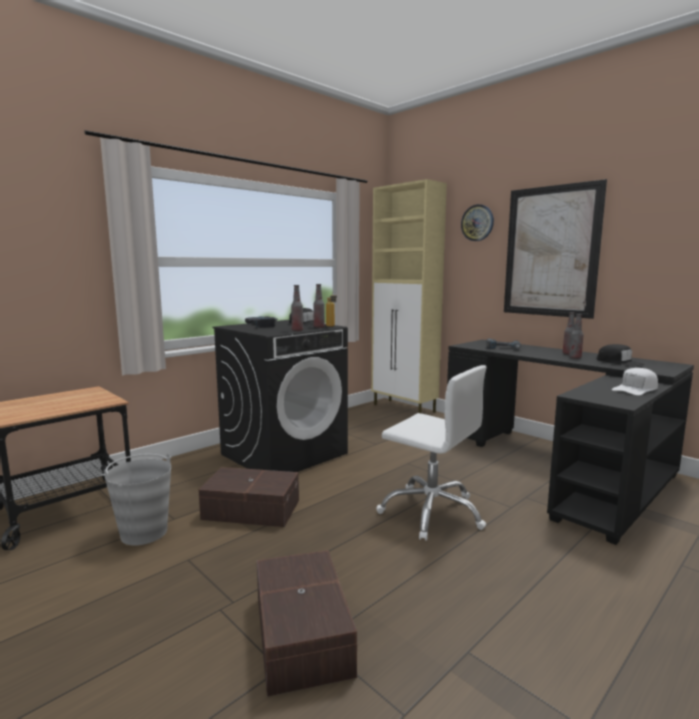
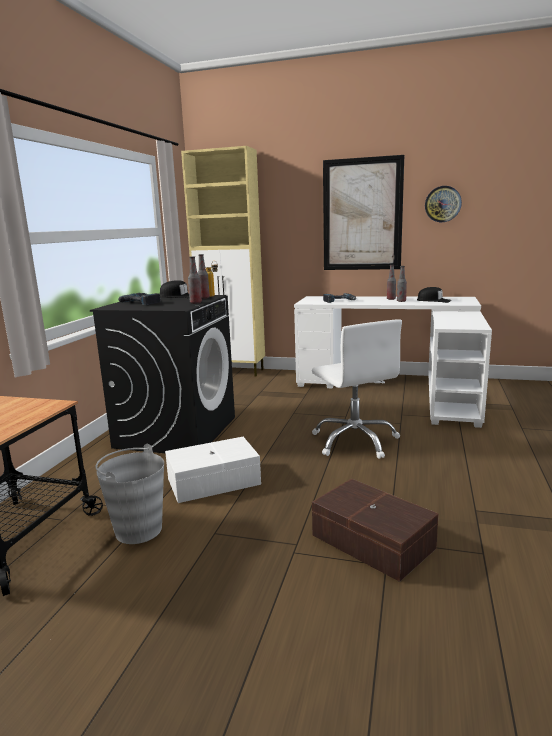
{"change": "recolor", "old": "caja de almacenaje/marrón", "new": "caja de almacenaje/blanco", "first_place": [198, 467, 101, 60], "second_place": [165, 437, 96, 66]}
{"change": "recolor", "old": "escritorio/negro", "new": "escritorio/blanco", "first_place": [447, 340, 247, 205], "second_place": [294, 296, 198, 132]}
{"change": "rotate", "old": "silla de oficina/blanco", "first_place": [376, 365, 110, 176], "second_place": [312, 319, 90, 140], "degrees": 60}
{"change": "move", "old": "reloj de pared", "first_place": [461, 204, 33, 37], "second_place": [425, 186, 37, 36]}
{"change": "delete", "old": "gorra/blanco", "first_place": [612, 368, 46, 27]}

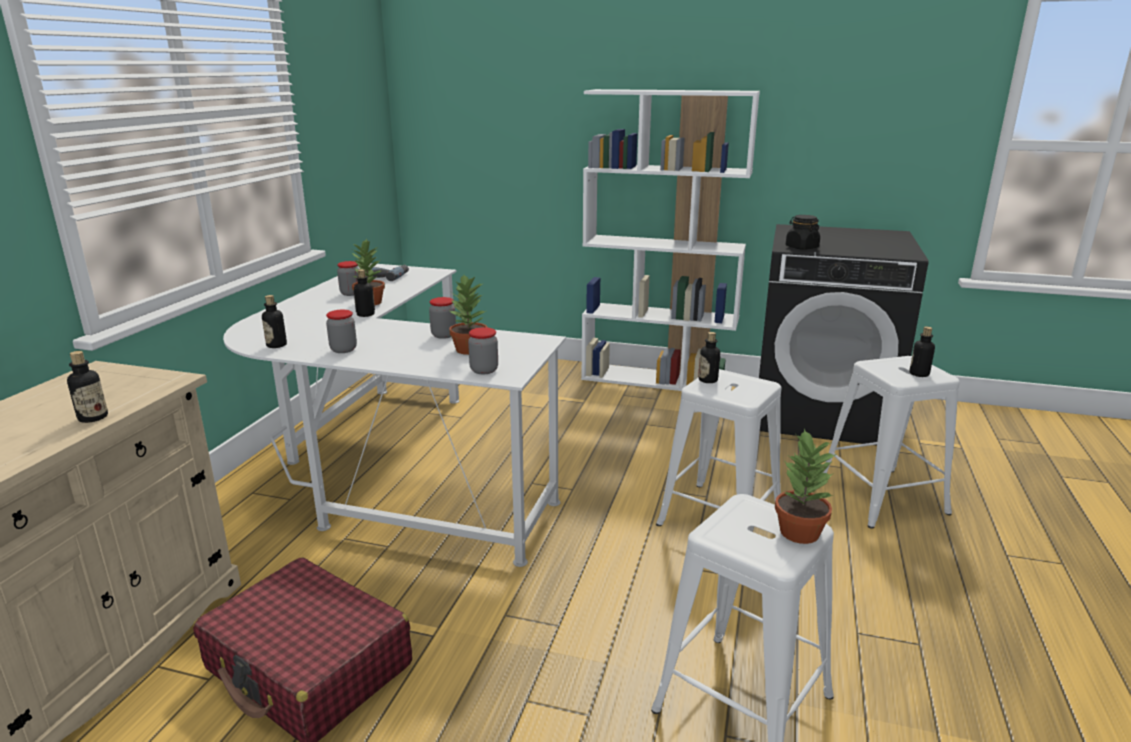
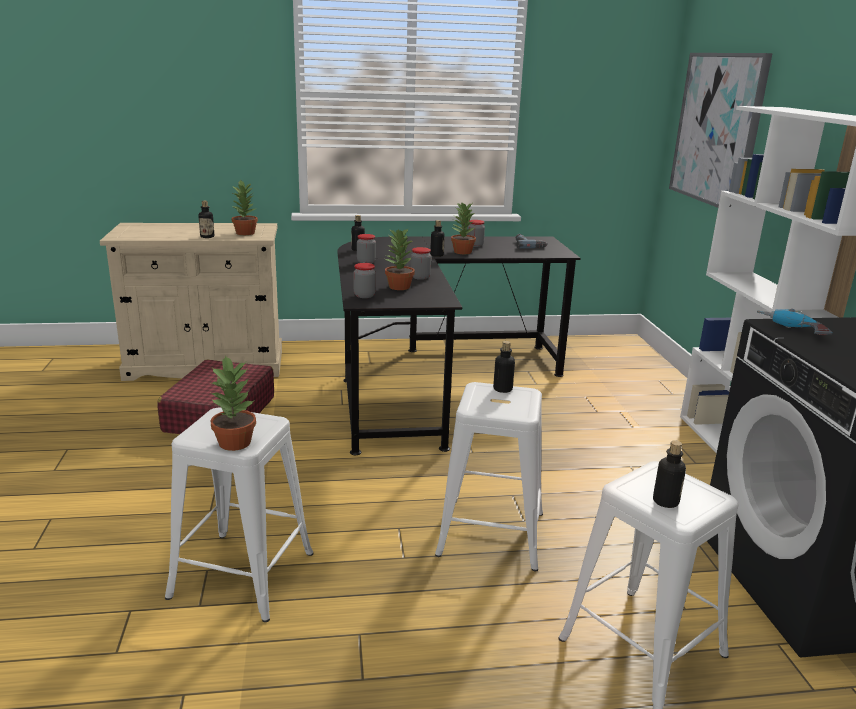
{"change": "insert", "new": "planta en maceta", "second_place": [232, 179, 26, 56]}
{"change": "recolor", "old": "escritorio/blanco", "new": "escritorio/negro", "first_place": [223, 263, 343, 304], "second_place": [337, 236, 244, 219]}
{"change": "insert", "new": "cuadro", "second_place": [669, 53, 103, 155]}
{"change": "replace", "old": "tarro/negro", "new": "taladro", "first_place": [786, 215, 34, 35], "second_place": [757, 309, 75, 26]}

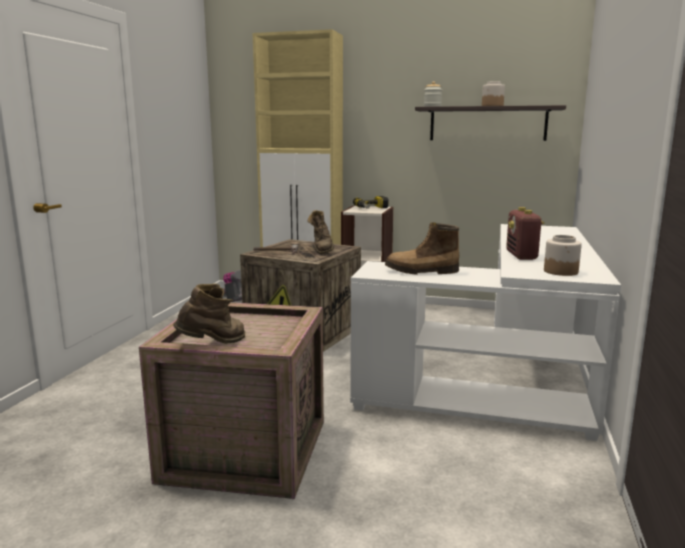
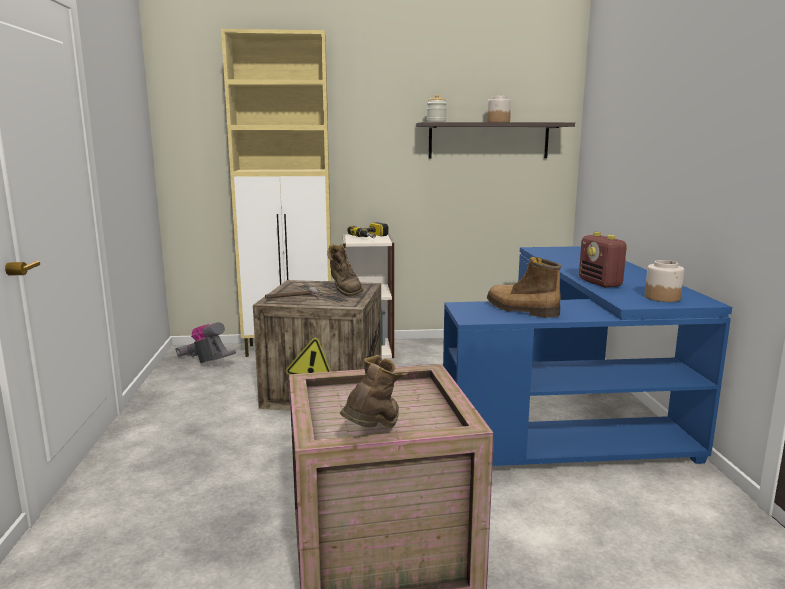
{"change": "recolor", "old": "escritorio/blanco", "new": "escritorio/azul", "first_place": [350, 224, 271, 217], "second_place": [443, 246, 289, 220]}
{"change": "rotate", "old": "bota", "first_place": [385, 223, 74, 52], "second_place": [487, 257, 74, 61], "degrees": 60}

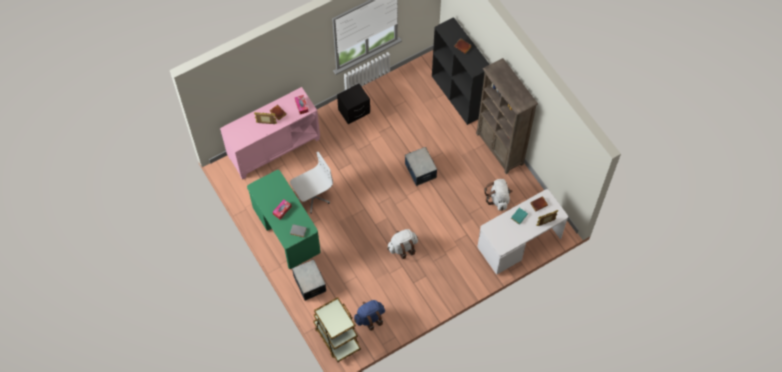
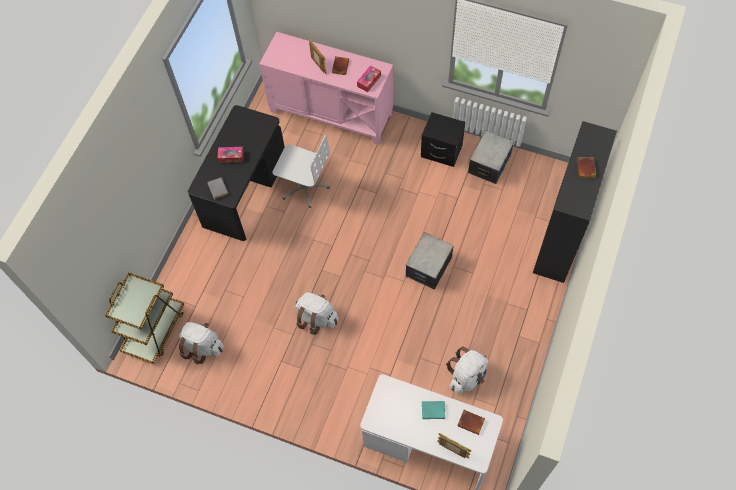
{"change": "recolor", "old": "mochila/azul", "new": "mochila/blanco", "first_place": [354, 300, 31, 31], "second_place": [179, 322, 45, 42]}
{"change": "recolor", "old": "escritorio/verde", "new": "escritorio/negro", "first_place": [247, 170, 74, 99], "second_place": [188, 105, 97, 136]}
{"change": "move", "old": "caja de almacenaje", "first_place": [292, 259, 34, 42], "second_place": [468, 130, 46, 54]}
{"change": "delete", "old": "estantería/marrón", "first_place": [476, 58, 62, 116]}

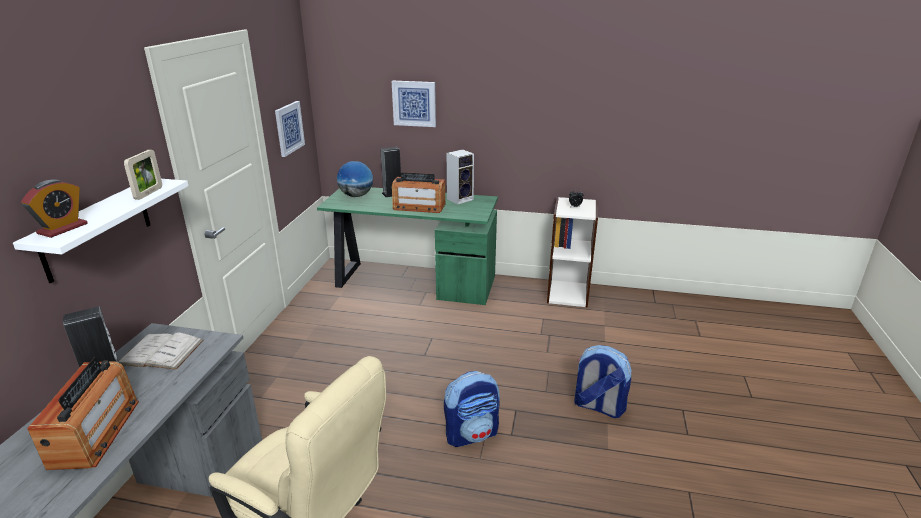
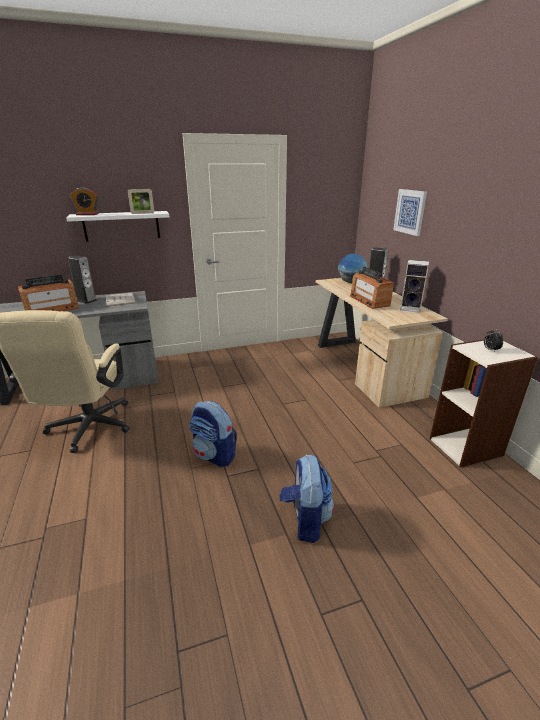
{"change": "recolor", "old": "escritorio/verde", "new": "escritorio/beis", "first_place": [317, 187, 181, 118], "second_place": [316, 278, 132, 130]}
{"change": "delete", "old": "cuadro", "first_place": [275, 101, 30, 56]}

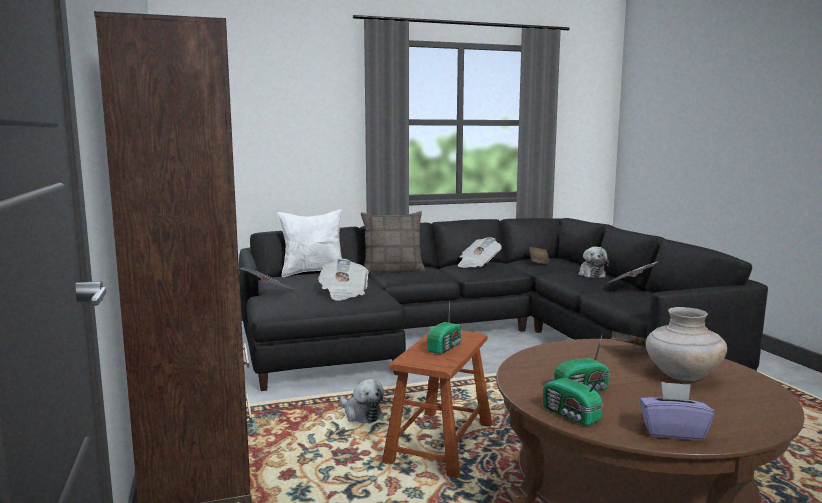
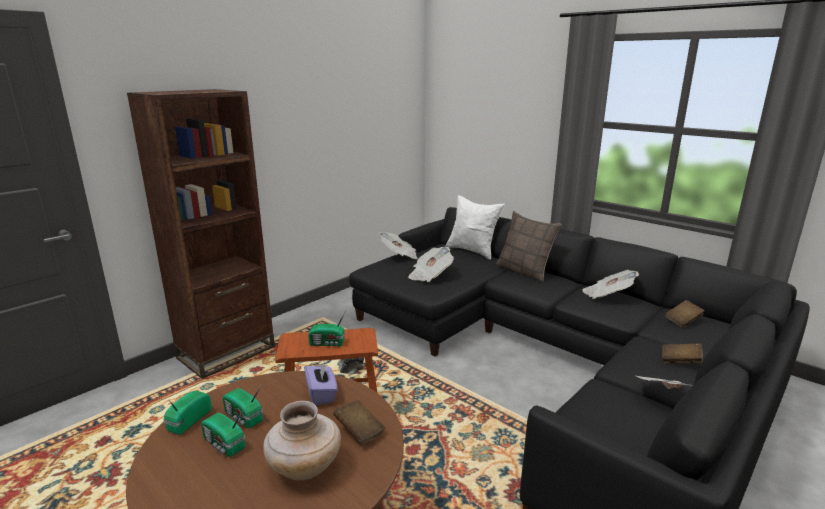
{"change": "insert", "new": "radio", "second_place": [201, 411, 44, 46]}
{"change": "move", "old": "caja de pañuelos/morado", "first_place": [639, 382, 76, 58], "second_place": [304, 361, 33, 44]}
{"change": "replace", "old": "peluche", "new": "libro/marrón", "first_place": [578, 246, 32, 32], "second_place": [662, 344, 41, 20]}

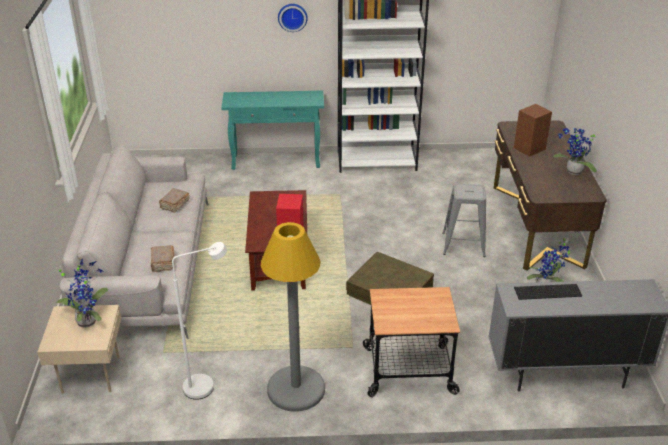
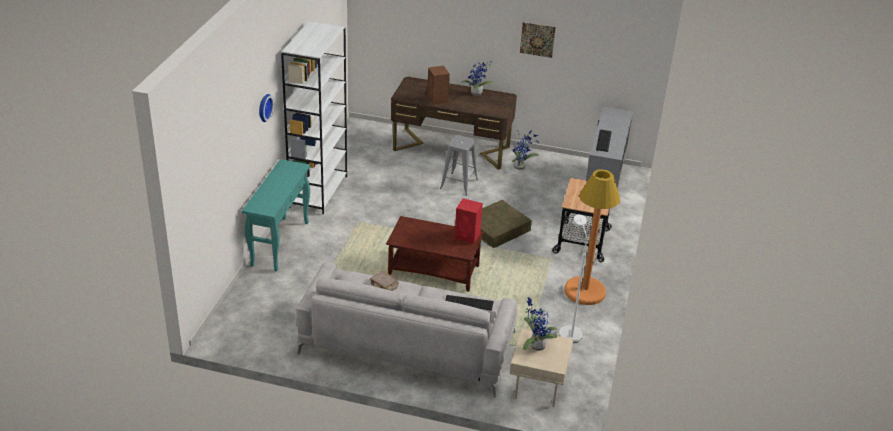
{"change": "replace", "old": "libro/marrón", "new": "teclado", "first_place": [151, 245, 23, 27], "second_place": [445, 295, 49, 15]}
{"change": "insert", "new": "cuadro", "second_place": [520, 22, 36, 36]}
{"change": "recolor", "old": "lámpara de pie/gris", "new": "lámpara de pie/naranja", "first_place": [260, 222, 65, 190], "second_place": [564, 169, 56, 136]}

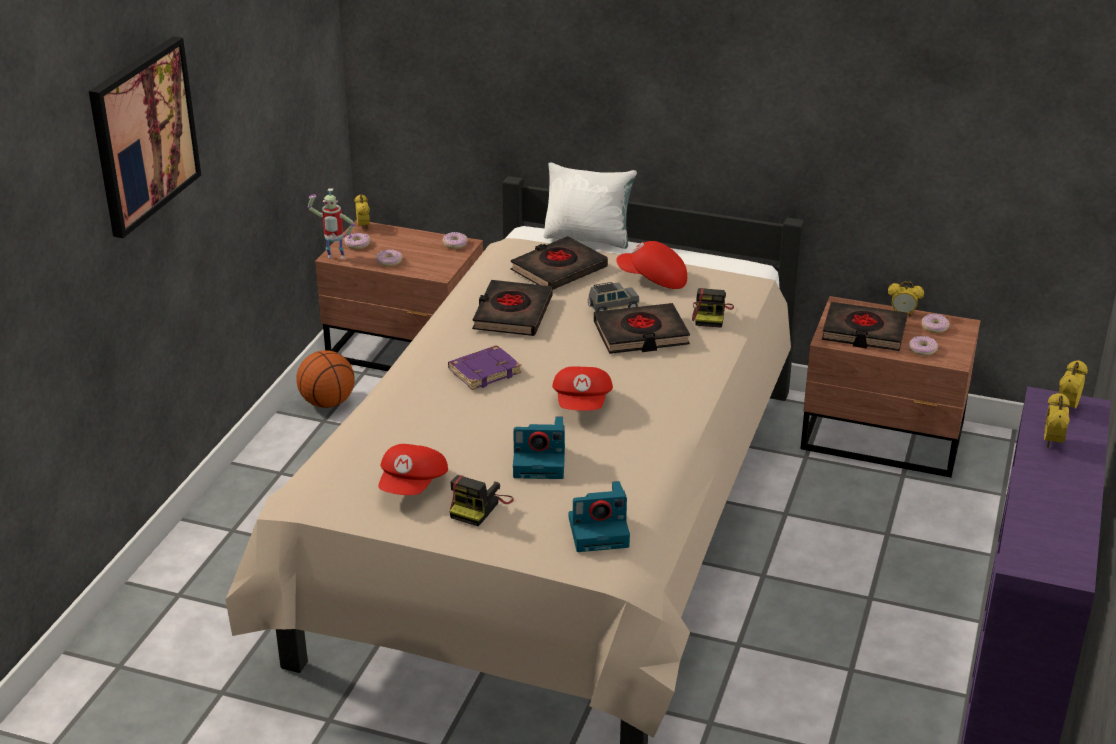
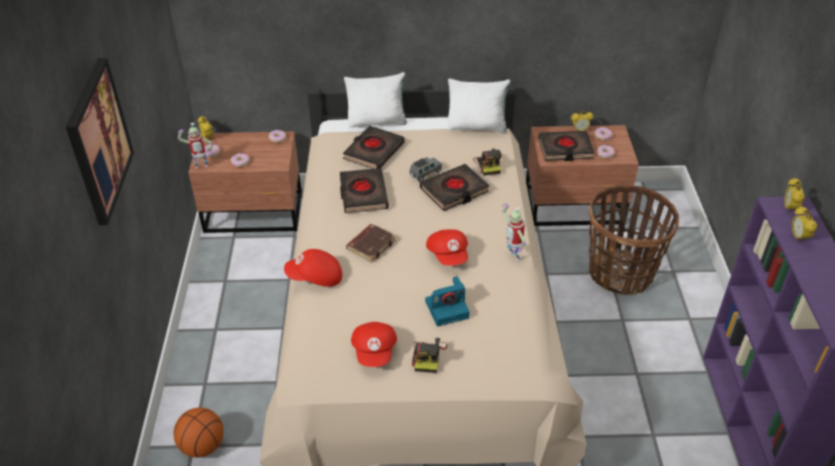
{"change": "move", "old": "balón de baloncesto", "first_place": [297, 350, 58, 58], "second_place": [173, 408, 51, 50]}
{"change": "move", "old": "gorra/rojo", "first_place": [616, 241, 71, 48], "second_place": [284, 249, 58, 38]}
{"change": "recolor", "old": "libro/morado", "new": "libro/marrón", "first_place": [448, 345, 73, 45], "second_place": [346, 224, 50, 38]}
{"change": "insert", "new": "cojín/blanco", "second_place": [447, 79, 63, 54]}
{"change": "insert", "new": "robot de juguete", "second_place": [502, 204, 24, 57]}
{"change": "insert", "new": "cesta", "second_place": [589, 185, 90, 110]}
{"change": "delete", "old": "cámara", "first_place": [569, 481, 61, 71]}

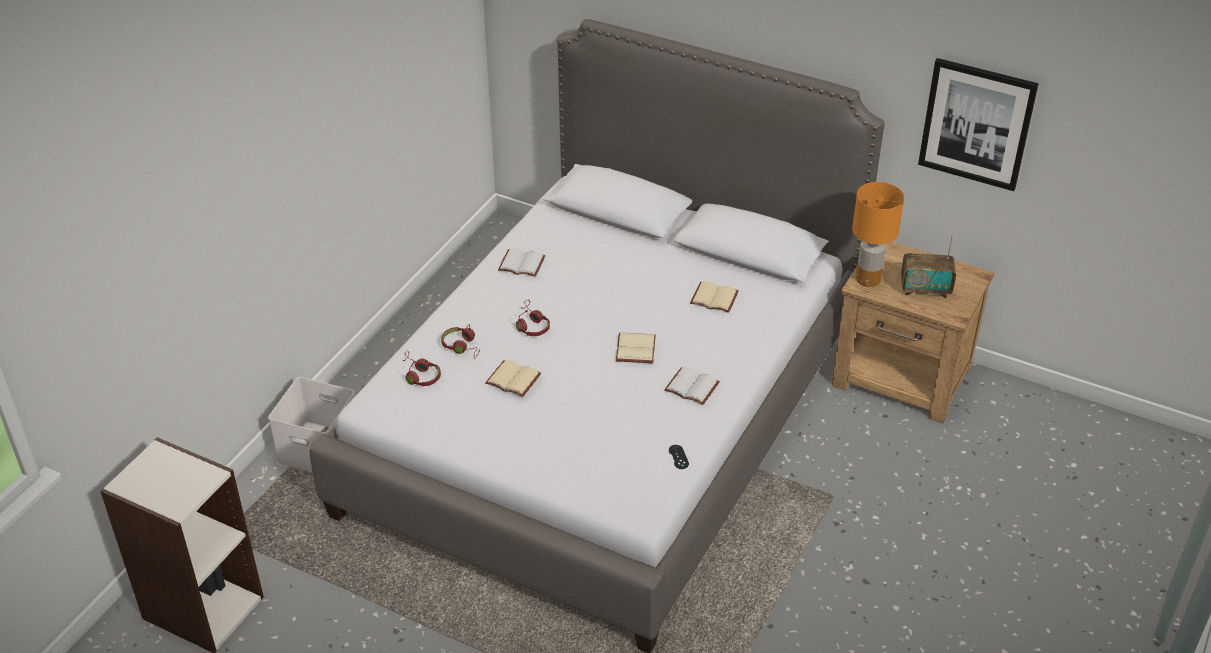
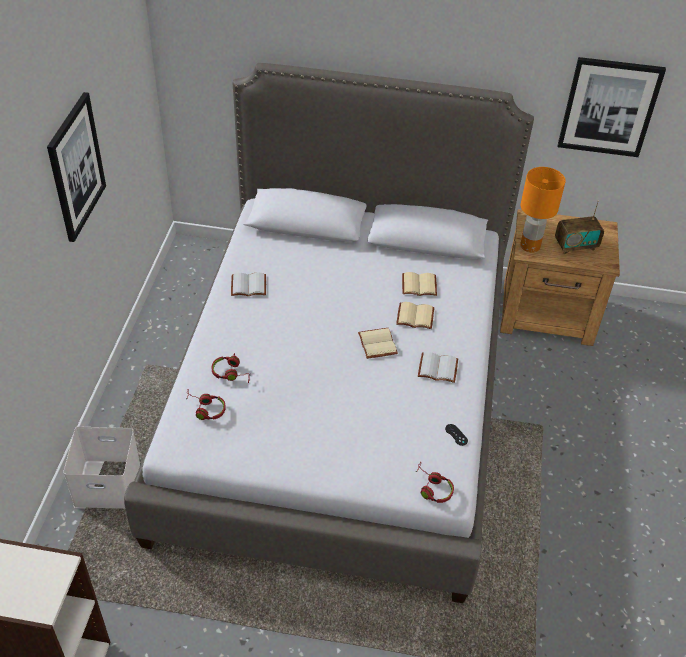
{"change": "insert", "new": "cuadro", "second_place": [47, 92, 59, 150]}
{"change": "move", "old": "libro/beis", "first_place": [485, 360, 56, 37], "second_place": [396, 302, 38, 27]}
{"change": "move", "old": "auriculares/rojo", "first_place": [516, 300, 34, 36], "second_place": [415, 463, 39, 40]}

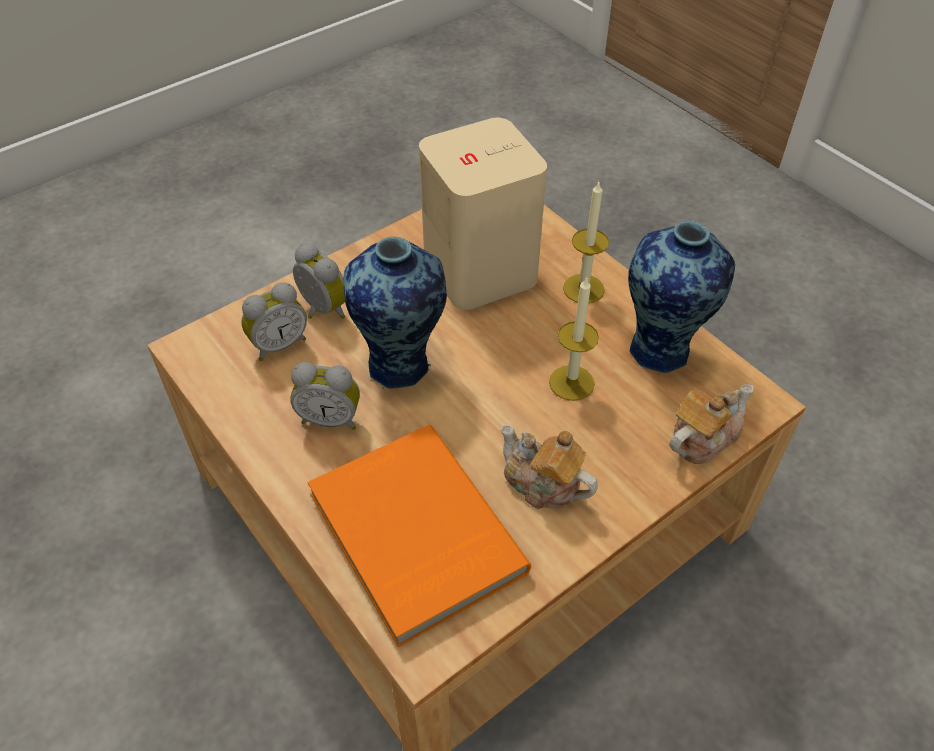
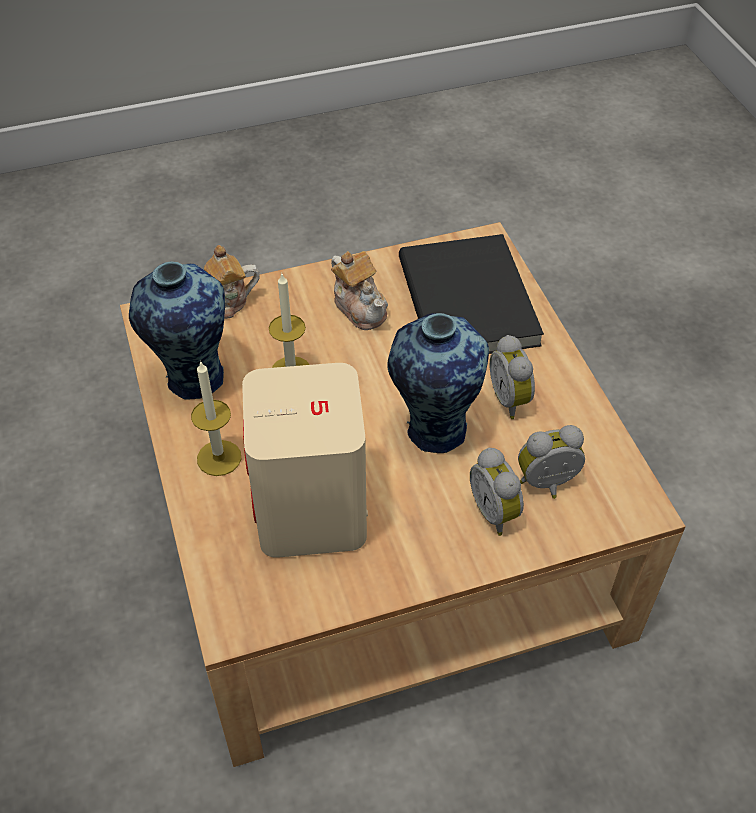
{"change": "recolor", "old": "libro/naranja", "new": "libro/negro", "first_place": [308, 425, 223, 222], "second_place": [399, 234, 145, 120]}
{"change": "rotate", "old": "despertador", "first_place": [290, 362, 70, 68], "second_place": [490, 335, 45, 84], "degrees": -135}

